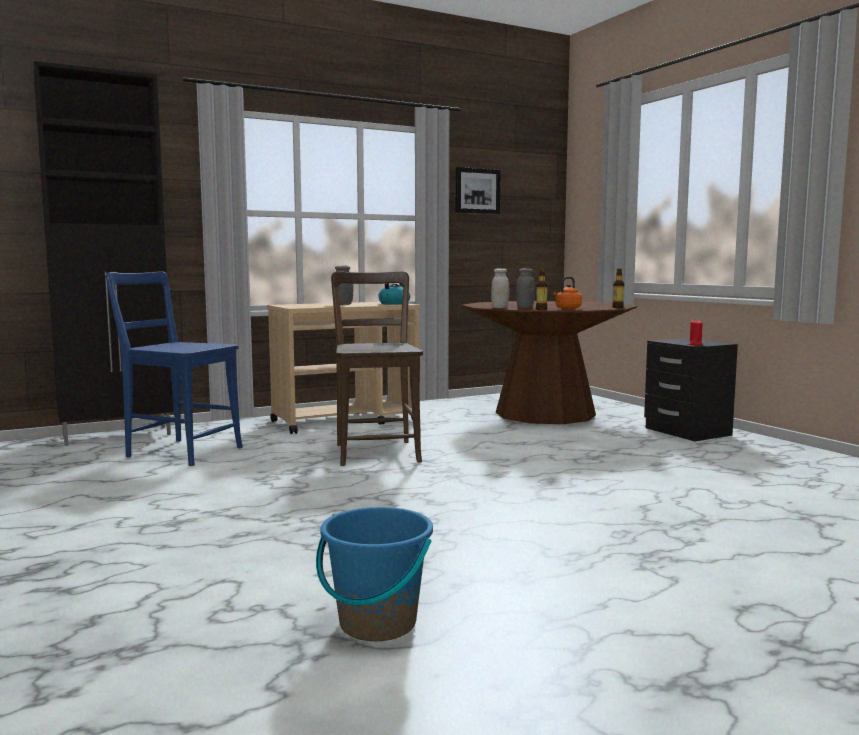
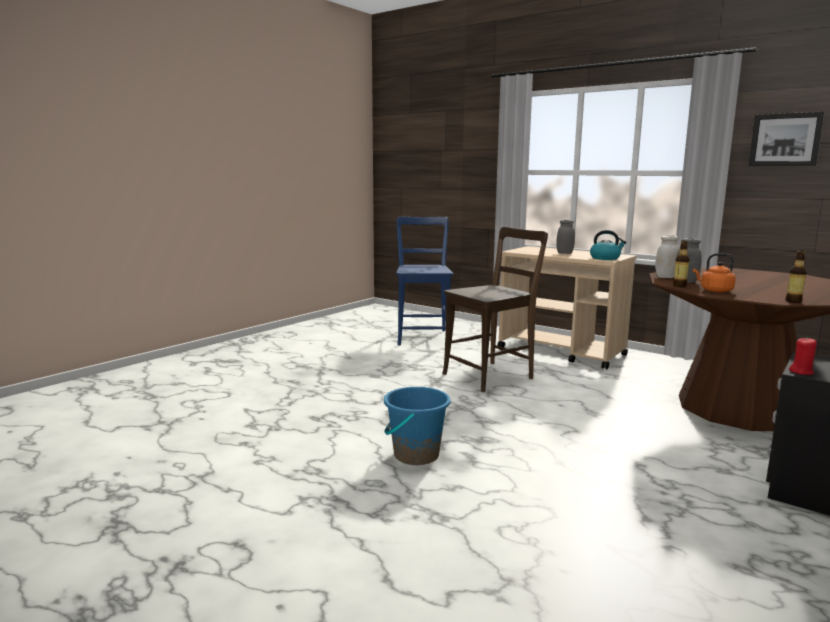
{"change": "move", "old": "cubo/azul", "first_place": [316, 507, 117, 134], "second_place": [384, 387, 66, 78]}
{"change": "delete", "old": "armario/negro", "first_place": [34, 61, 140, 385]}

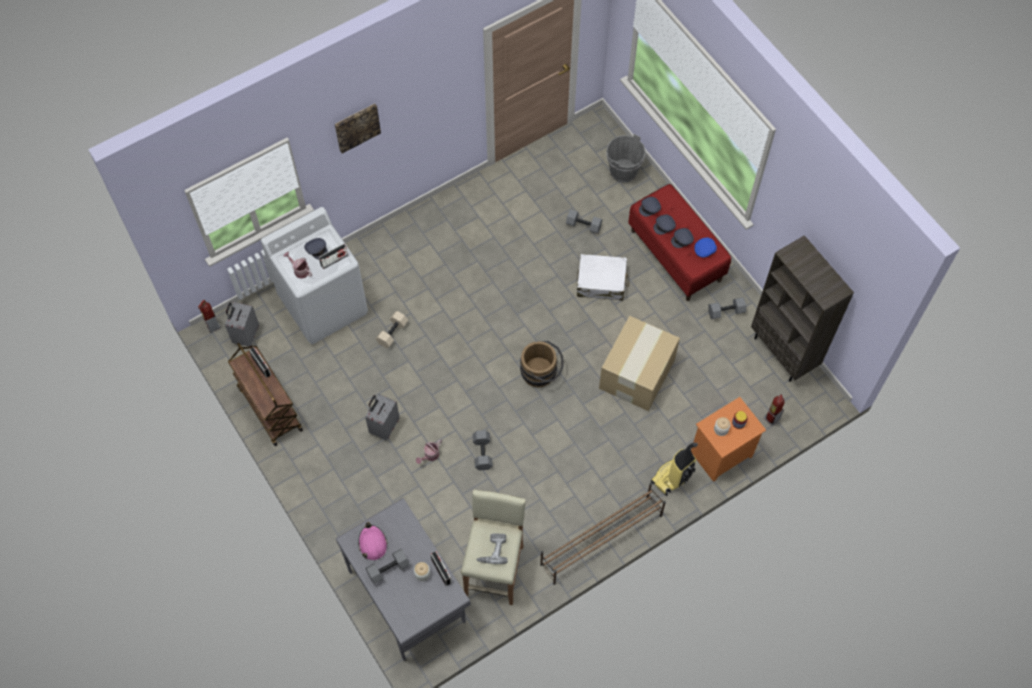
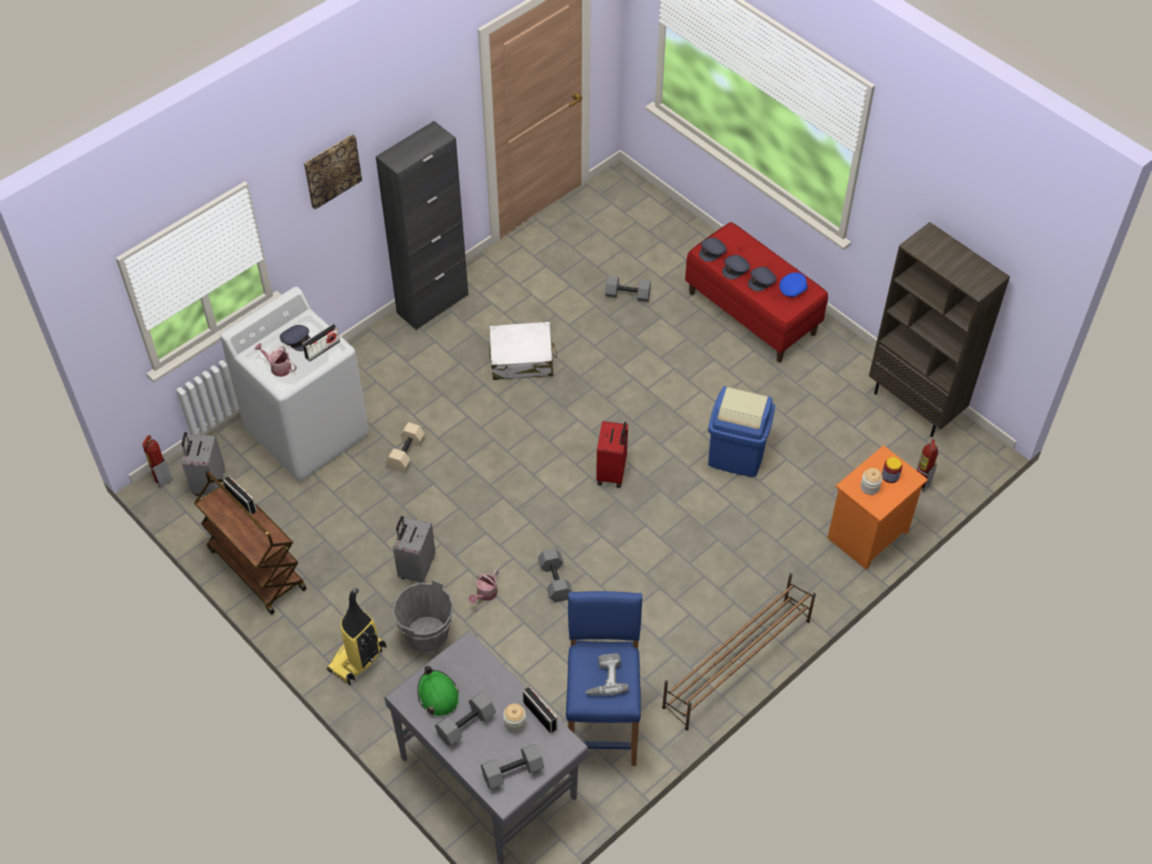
{"change": "move", "old": "aspiradora", "first_place": [651, 443, 47, 53], "second_place": [327, 588, 60, 97]}
{"change": "insert", "new": "armario/negro", "second_place": [376, 121, 92, 209]}
{"change": "move", "old": "cubo/gris", "first_place": [606, 134, 40, 49], "second_place": [393, 579, 61, 75]}
{"change": "recolor", "old": "casco/rosa", "new": "casco/verde", "first_place": [358, 522, 29, 38], "second_place": [417, 666, 42, 50]}
{"change": "move", "old": "mancuerna/gris", "first_place": [708, 297, 38, 22], "second_place": [481, 744, 63, 45]}
{"change": "move", "old": "maleta/blanco", "first_place": [577, 254, 52, 46], "second_place": [489, 322, 68, 58]}
{"change": "recolor", "old": "taburete/beis", "new": "taburete/azul", "first_place": [461, 489, 64, 116], "second_place": [566, 591, 76, 175]}
{"change": "replace", "old": "cubo/marrón", "new": "maleta/rojo", "first_place": [520, 341, 44, 46], "second_place": [596, 421, 32, 67]}
{"change": "replace", "old": "caja de cartón", "new": "papelera/azul", "first_place": [599, 316, 81, 95], "second_place": [708, 386, 67, 91]}

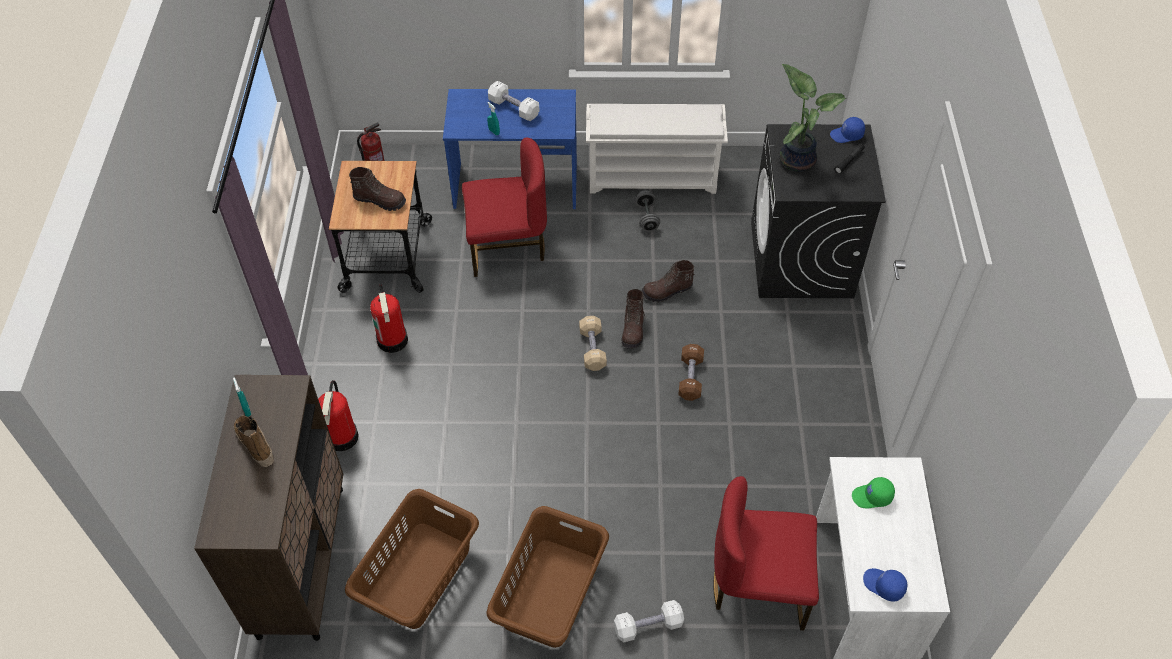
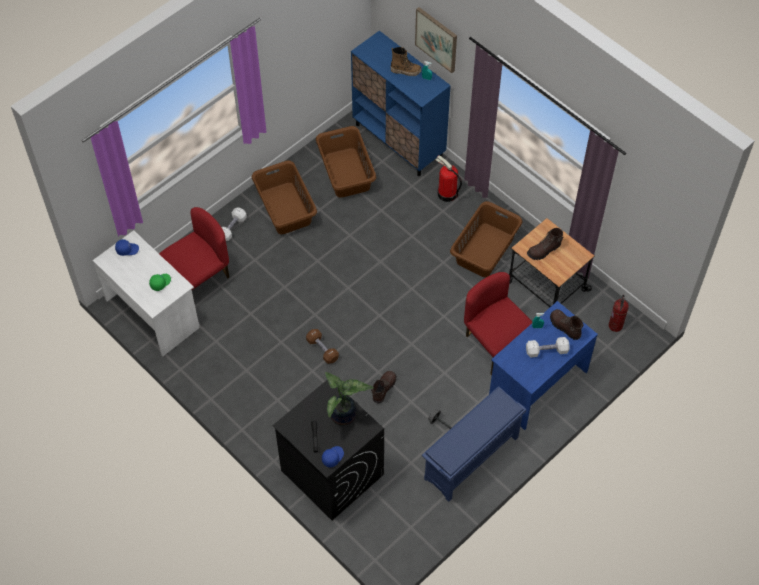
{"change": "recolor", "old": "armario/marrón", "new": "armario/azul", "first_place": [194, 375, 149, 266], "second_place": [351, 31, 100, 145]}
{"change": "insert", "new": "cuadro", "second_place": [415, 7, 42, 66]}
{"change": "recolor", "old": "zapatero/blanco", "new": "zapatero/azul", "first_place": [586, 104, 142, 90], "second_place": [422, 386, 104, 116]}
{"change": "replace", "old": "extintor", "new": "cesto de la ropa/marrón", "first_place": [370, 284, 38, 69], "second_place": [450, 201, 73, 76]}
{"change": "rotate", "old": "silla/rojo", "first_place": [462, 138, 85, 139], "second_place": [464, 272, 68, 103], "degrees": 105}
{"change": "move", "old": "bota/marrón", "first_place": [621, 289, 25, 59], "second_place": [550, 309, 34, 31]}
{"change": "delete", "old": "mancuerna/beis", "first_place": [579, 316, 28, 55]}

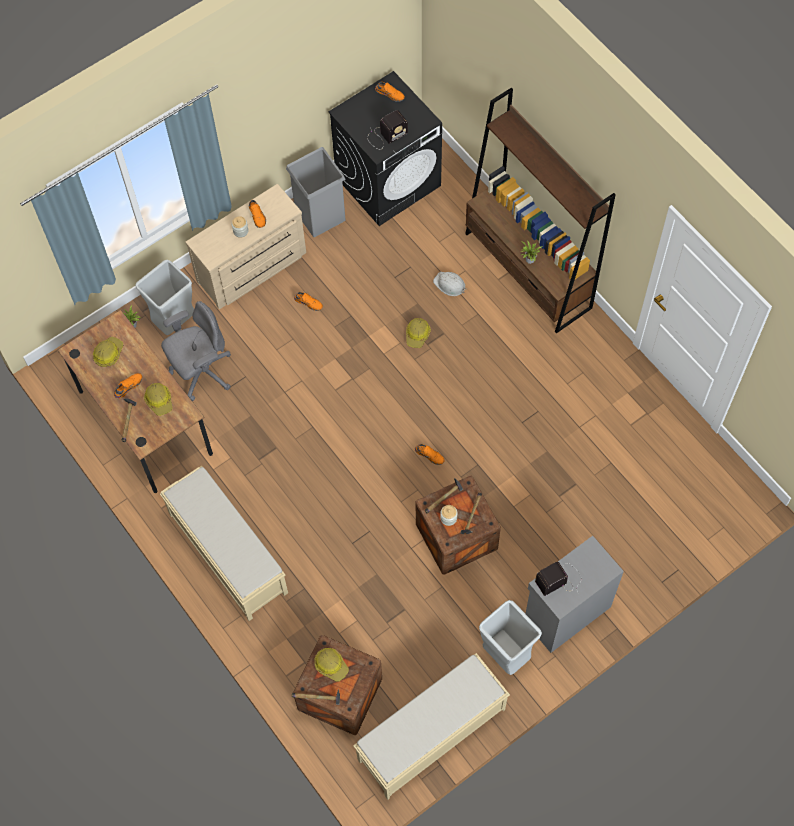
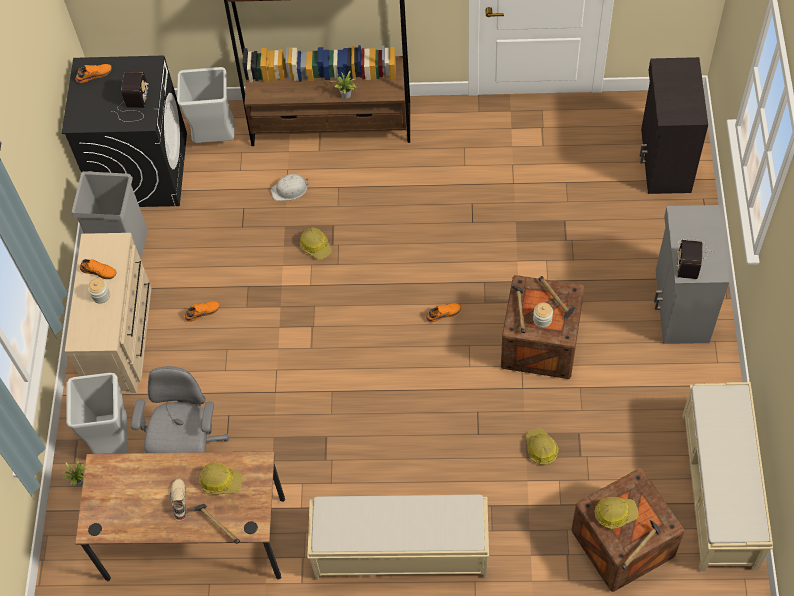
{"change": "recolor", "old": "zapato/naranja", "new": "zapato/beis", "first_place": [114, 373, 28, 26], "second_place": [170, 479, 17, 42]}
{"change": "move", "old": "papelera/gris", "first_place": [479, 600, 63, 75], "second_place": [177, 67, 57, 76]}
{"change": "move", "old": "casco", "first_place": [93, 337, 30, 30], "second_place": [525, 428, 34, 37]}
{"change": "insert", "new": "armario/negro", "second_place": [640, 57, 68, 137]}

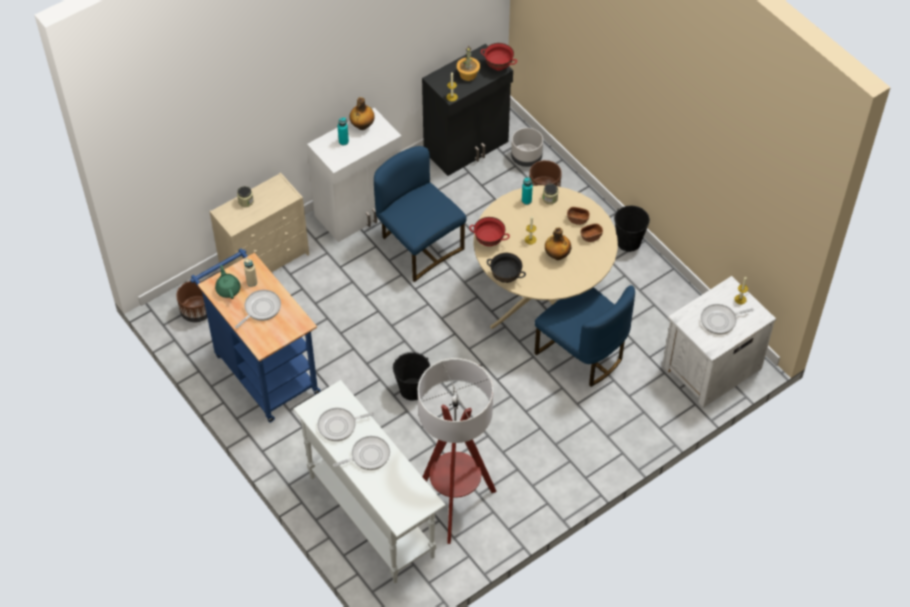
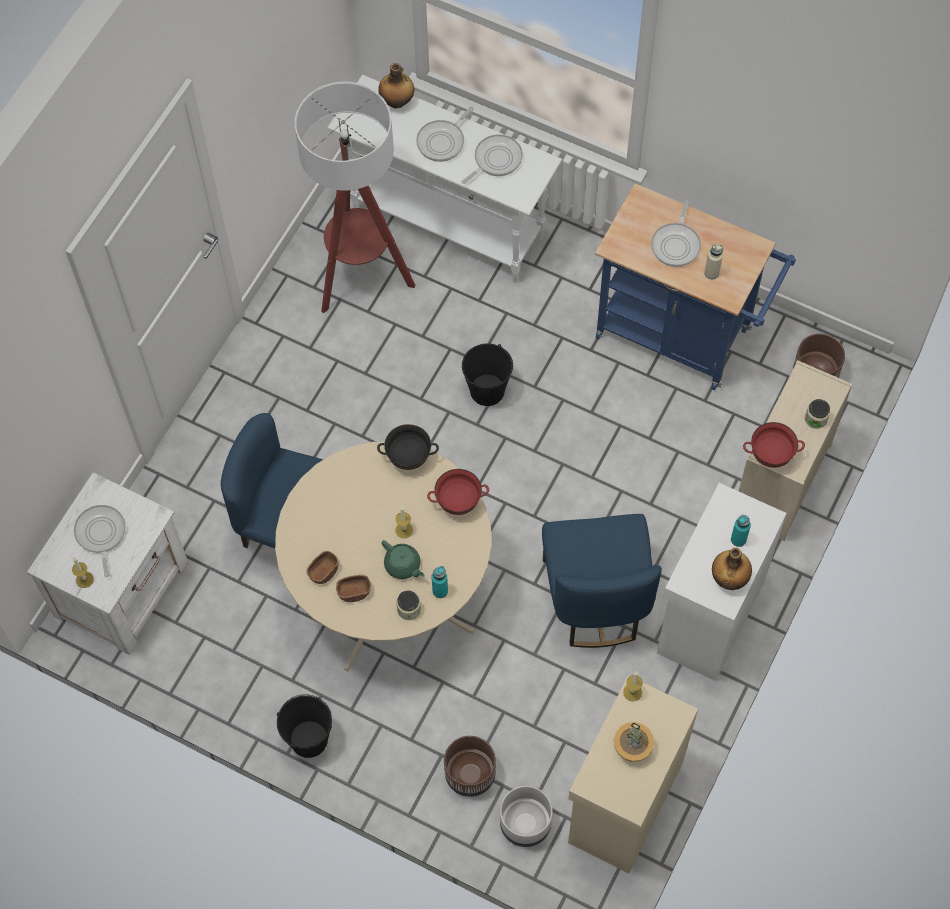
{"change": "rotate", "old": "sartén", "first_place": [701, 304, 53, 30], "second_place": [74, 505, 51, 72], "degrees": -60}
{"change": "move", "old": "botella", "first_place": [545, 227, 26, 33], "second_place": [378, 63, 36, 46]}
{"change": "move", "old": "tetera/verde", "first_place": [215, 265, 26, 34], "second_place": [382, 540, 43, 39]}
{"change": "rotate", "old": "silla/azul", "first_place": [374, 146, 93, 136], "second_place": [542, 514, 120, 134], "degrees": 60}
{"change": "recolor", "old": "armario/negro", "new": "armario/beis", "first_place": [422, 44, 91, 132], "second_place": [568, 676, 130, 197]}
{"change": "move", "old": "cuenco/rojo", "first_place": [481, 43, 36, 28], "second_place": [743, 422, 62, 46]}

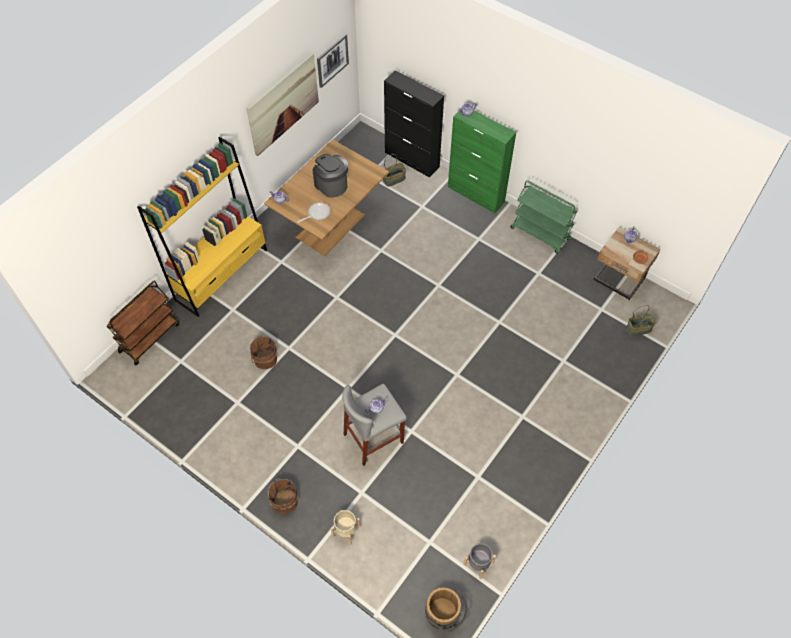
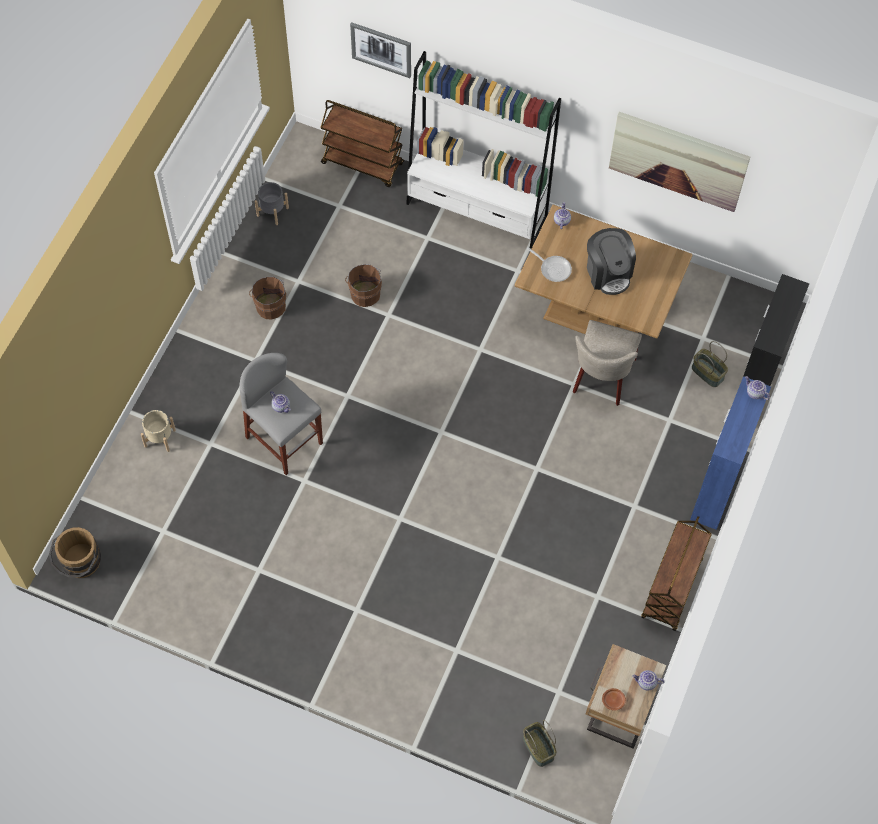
{"change": "move", "old": "cubo/marrón", "first_place": [268, 478, 30, 36], "second_place": [249, 277, 37, 42]}
{"change": "move", "old": "maceta/gris", "first_place": [464, 542, 32, 37], "second_place": [255, 182, 34, 43]}
{"change": "move", "old": "cuadro", "first_place": [317, 34, 32, 54], "second_place": [350, 22, 61, 56]}
{"change": "recolor", "old": "estantería/amarillo", "new": "estantería/blanco", "first_place": [137, 137, 130, 180], "second_place": [406, 51, 155, 198]}
{"change": "insert", "new": "silla/beis", "second_place": [573, 320, 69, 86]}
{"change": "rotate", "old": "cafetera", "first_place": [313, 154, 35, 44], "second_place": [587, 228, 49, 67], "degrees": 120}
{"change": "recolor", "old": "carrito/verde", "new": "carrito/marrón", "first_place": [510, 180, 68, 74], "second_place": [641, 516, 71, 115]}
{"change": "recolor", "old": "armario/verde", "new": "armario/azul", "first_place": [448, 111, 68, 102], "second_place": [690, 376, 81, 154]}

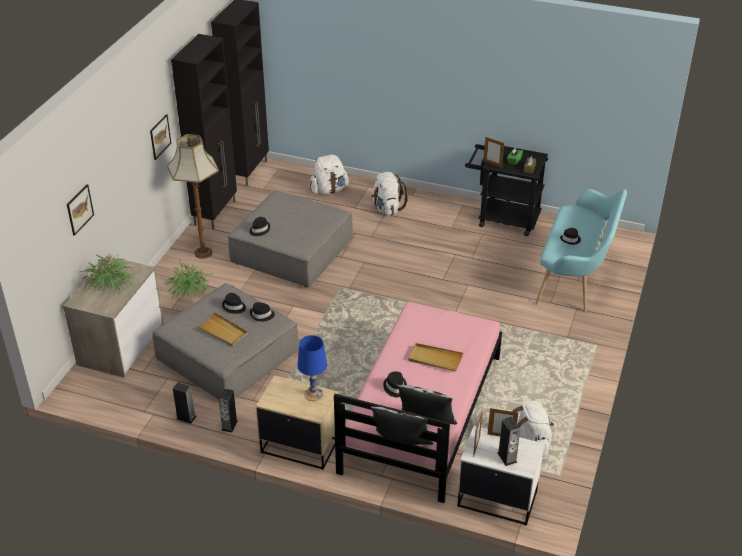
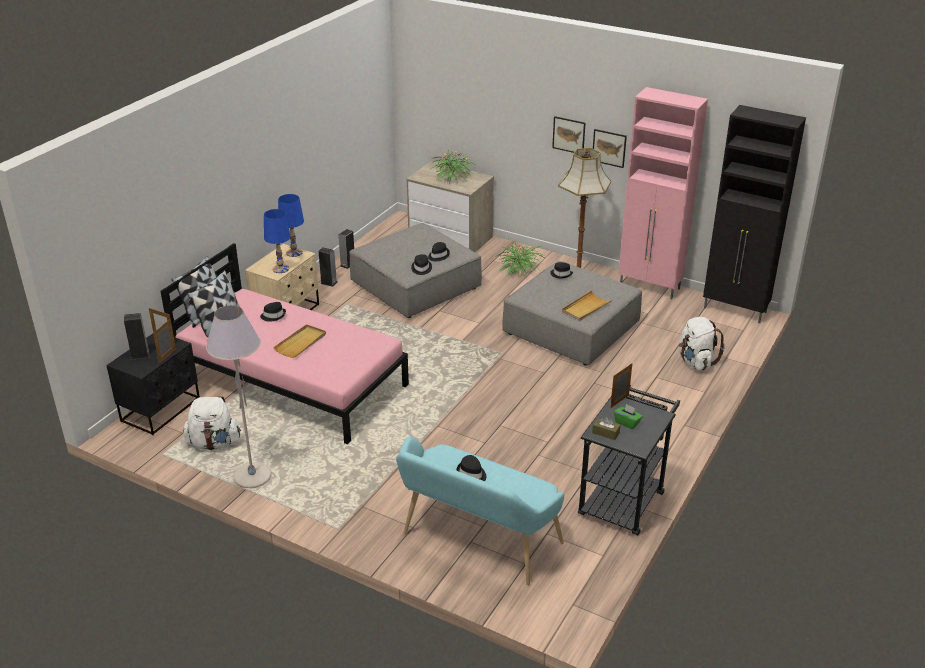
{"change": "recolor", "old": "mesita de noche/blanco", "new": "mesita de noche/negro", "first_place": [458, 426, 86, 99], "second_place": [106, 334, 94, 101]}
{"change": "insert", "new": "lámpara de pie/gris", "second_place": [206, 305, 65, 183]}
{"change": "insert", "new": "lámpara de mesa/azul", "second_place": [278, 194, 26, 63]}
{"change": "move", "old": "cuadro", "first_place": [67, 184, 27, 52], "second_place": [552, 116, 34, 37]}
{"change": "move", "old": "bandeja/beis", "first_place": [196, 312, 52, 35], "second_place": [562, 291, 49, 30]}
{"change": "recolor", "old": "armario/negro", "new": "armario/rosa", "first_place": [171, 34, 66, 195], "second_place": [618, 87, 90, 212]}
{"change": "delete", "old": "mochila/blanco", "first_place": [371, 172, 37, 44]}

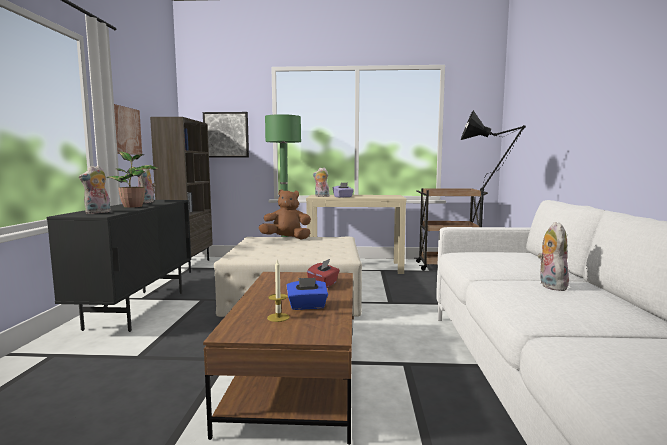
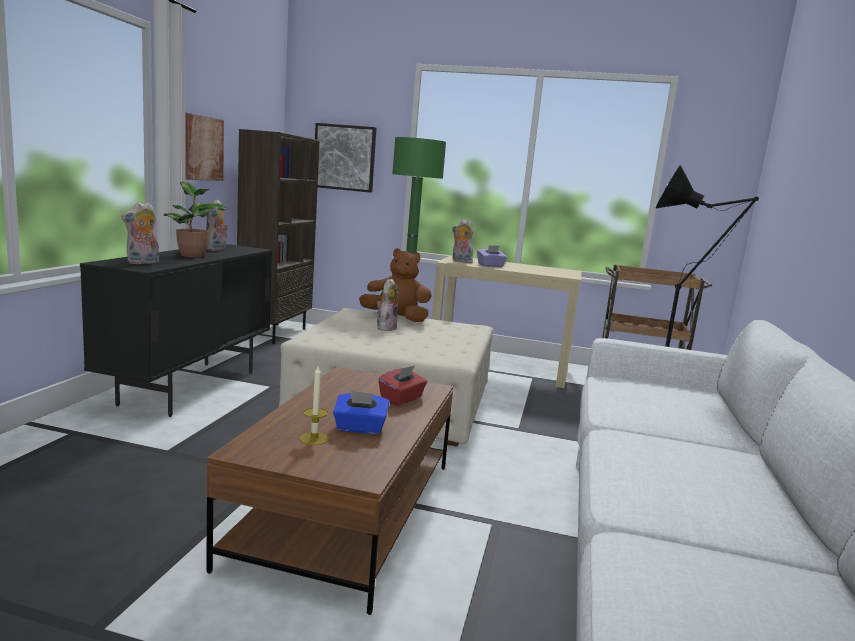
{"change": "move", "old": "peluche", "first_place": [537, 222, 32, 69], "second_place": [377, 278, 22, 53]}

